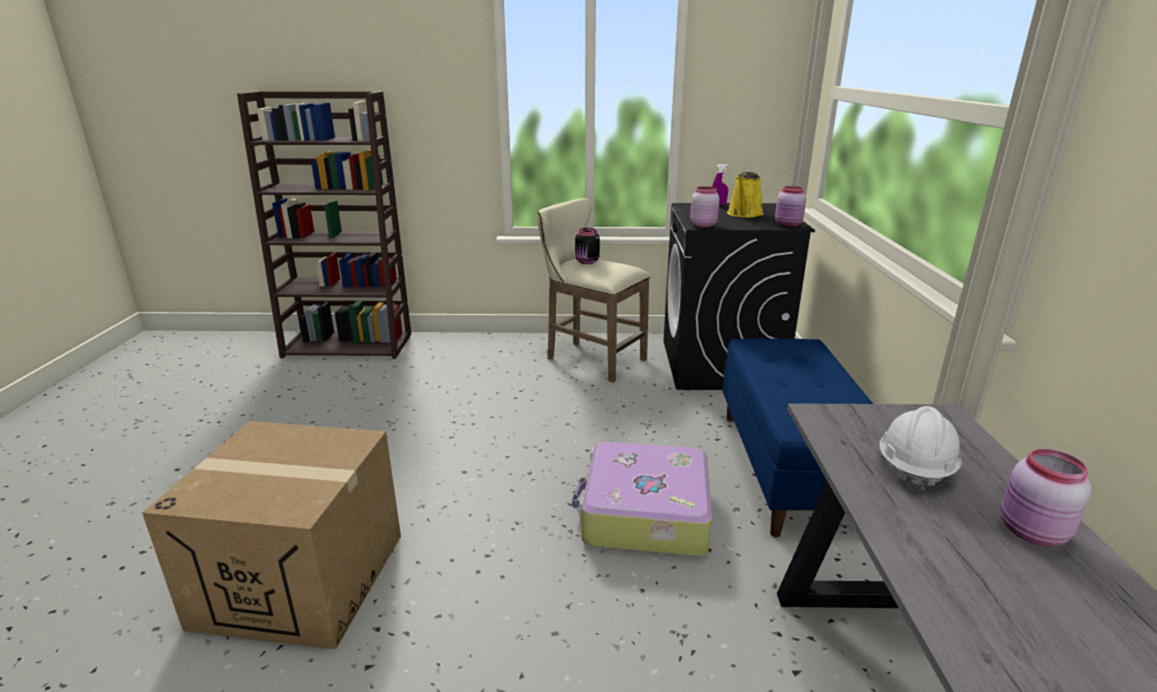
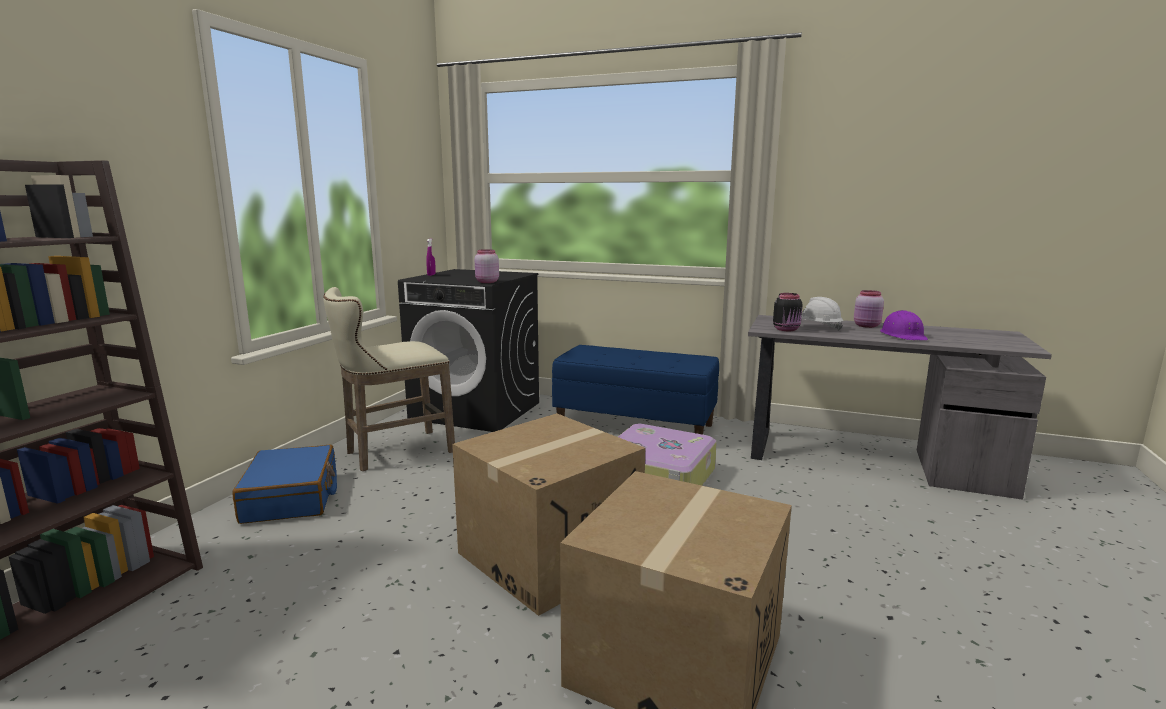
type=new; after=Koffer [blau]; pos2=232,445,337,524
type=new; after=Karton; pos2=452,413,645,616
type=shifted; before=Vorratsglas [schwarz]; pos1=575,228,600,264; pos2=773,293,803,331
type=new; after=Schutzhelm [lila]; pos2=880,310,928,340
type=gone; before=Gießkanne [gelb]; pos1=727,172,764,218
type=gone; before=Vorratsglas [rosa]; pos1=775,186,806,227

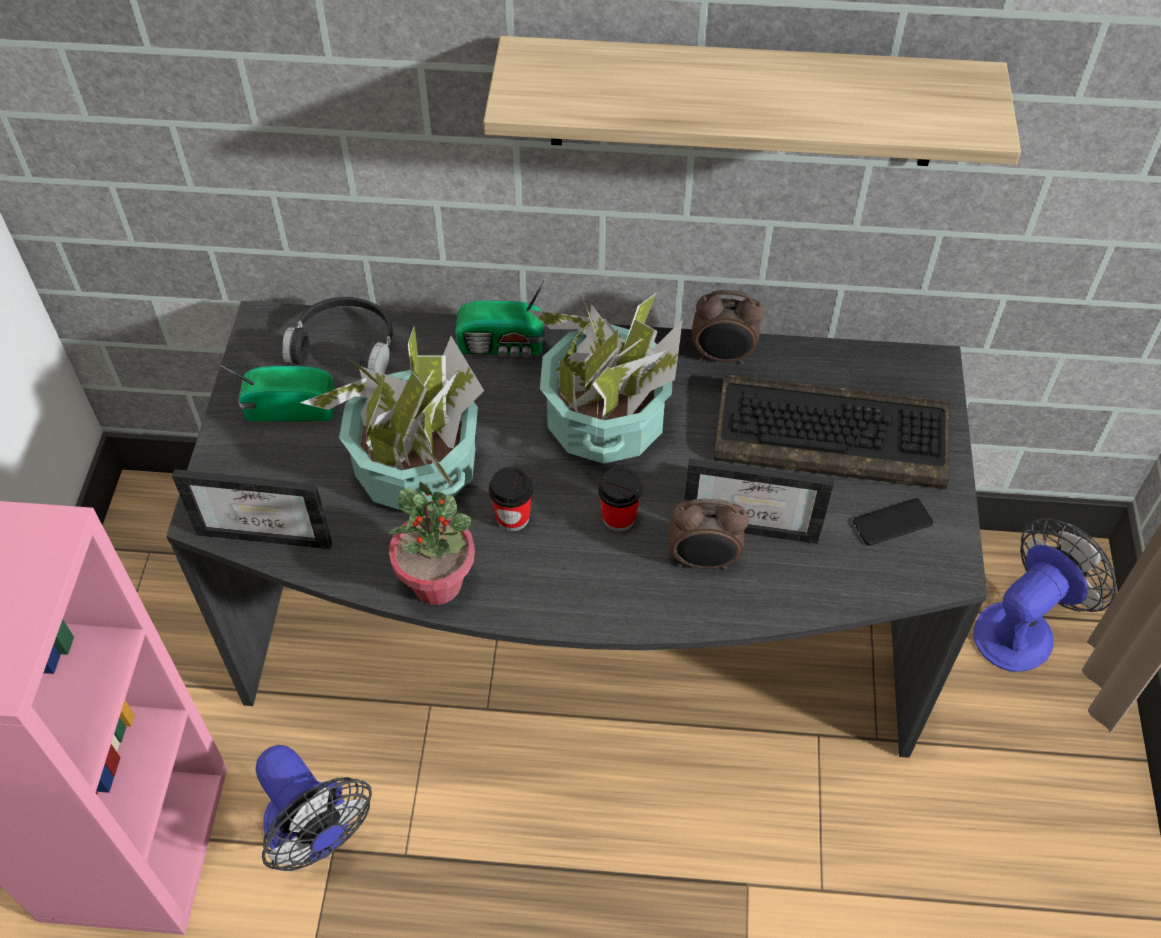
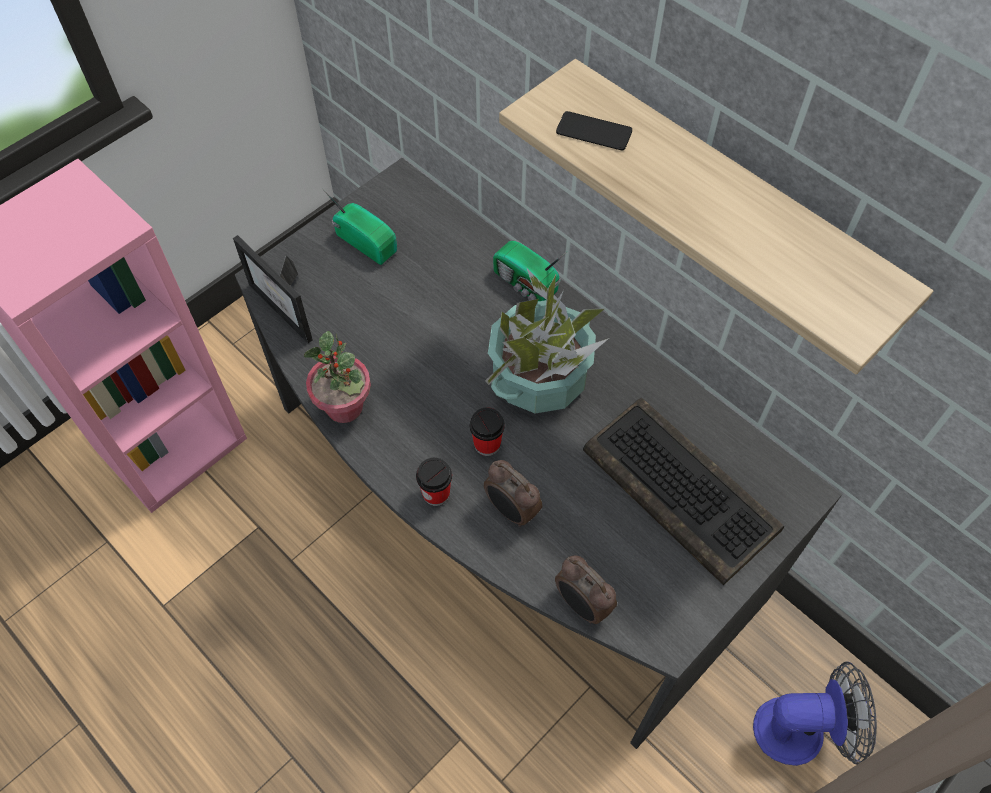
type=shifted; before=Tasse; pos1=489,467,533,531; pos2=416,458,452,506
type=shifted; before=Wecker; pos1=692,290,764,364; pos2=555,555,617,624
type=shifted; before=Handy; pos1=853,498,933,545; pos2=556,111,632,150
type=gone; before=Ventilator; pos1=255,745,372,871
type=gone; before=Kopfhörer [schwarz]; pos1=282,297,393,374
type=gone; before=Topfpflanze; pos1=300,324,484,511
type=gone; before=Bilderrahmen; pos1=684,458,834,544

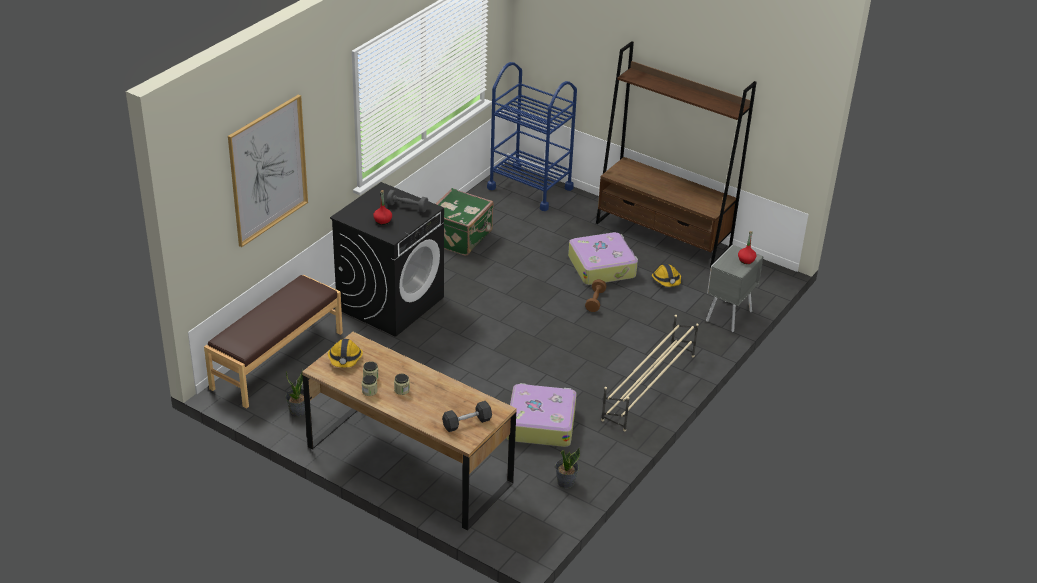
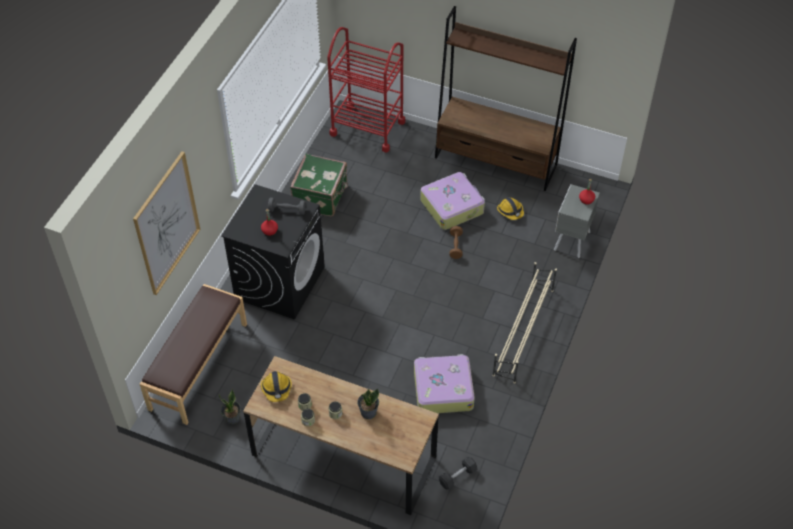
type=repainted; before=Rollwagen [blau]; after=Rollwagen [rot]; pos1=487,62,577,211; pos2=327,27,405,152
type=shifted; before=Topfpflanze; pos1=555,448,580,489; pos2=357,389,379,419
type=shifted; before=Hantel [grau]; pos1=442,401,492,432; pos2=439,457,477,489

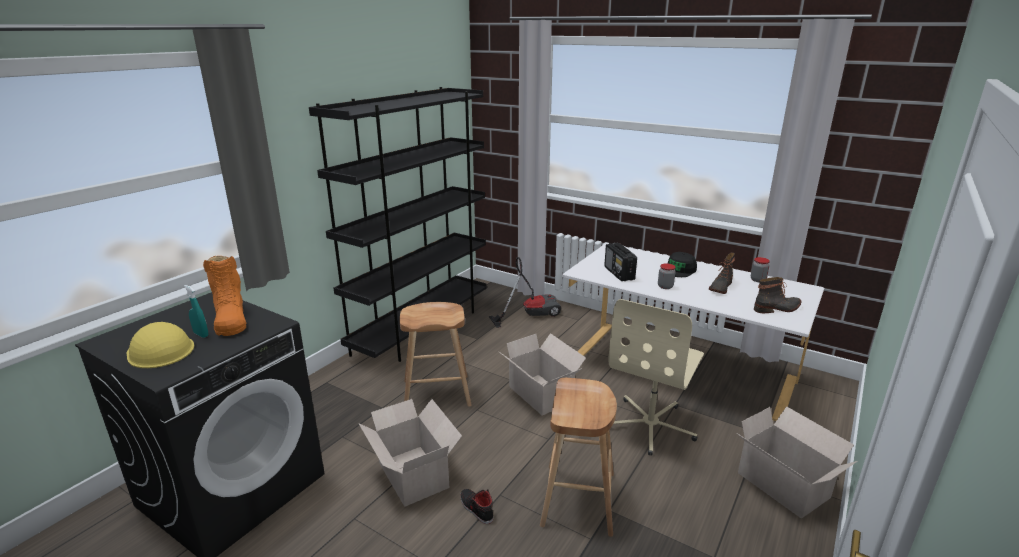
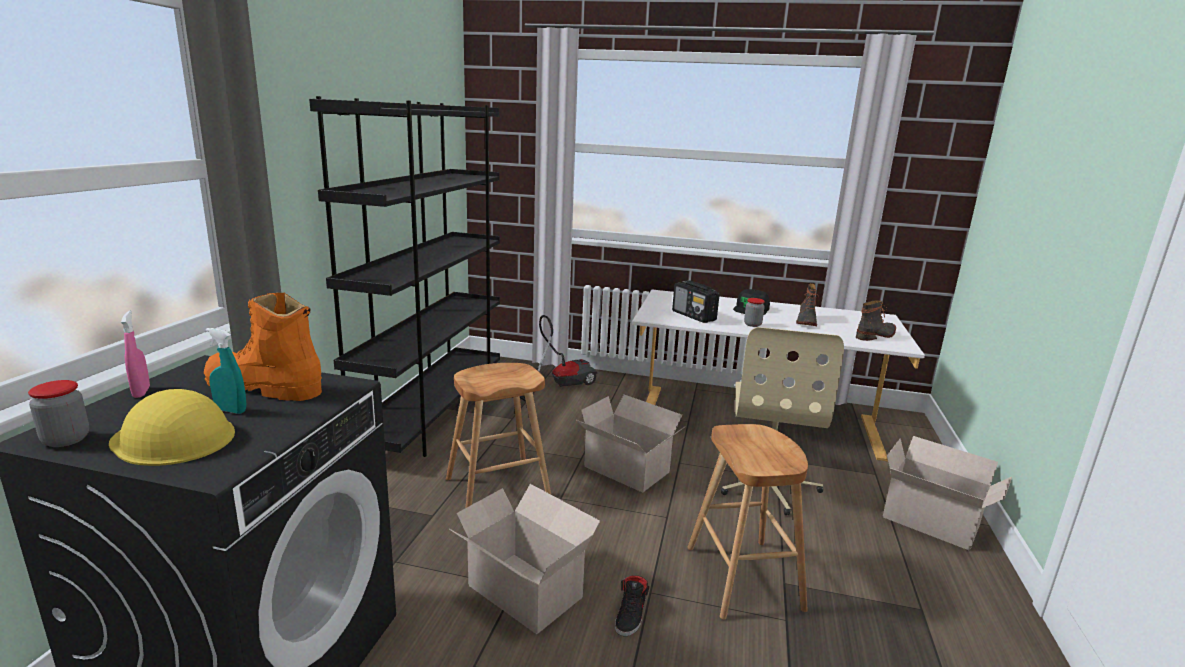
type=shifted; before=Vorratsglas; pos1=751,257,770,282; pos2=28,380,89,447
type=new; after=Sprühflasche [rosa]; pos2=121,311,150,398
type=rotated; before=Stiefel [orange]; pos1=203,256,247,336; pos2=204,293,322,401; turn=150
type=rotated; before=Schuh [schwarz]; pos1=460,489,494,524; pos2=615,575,649,636; turn=-105

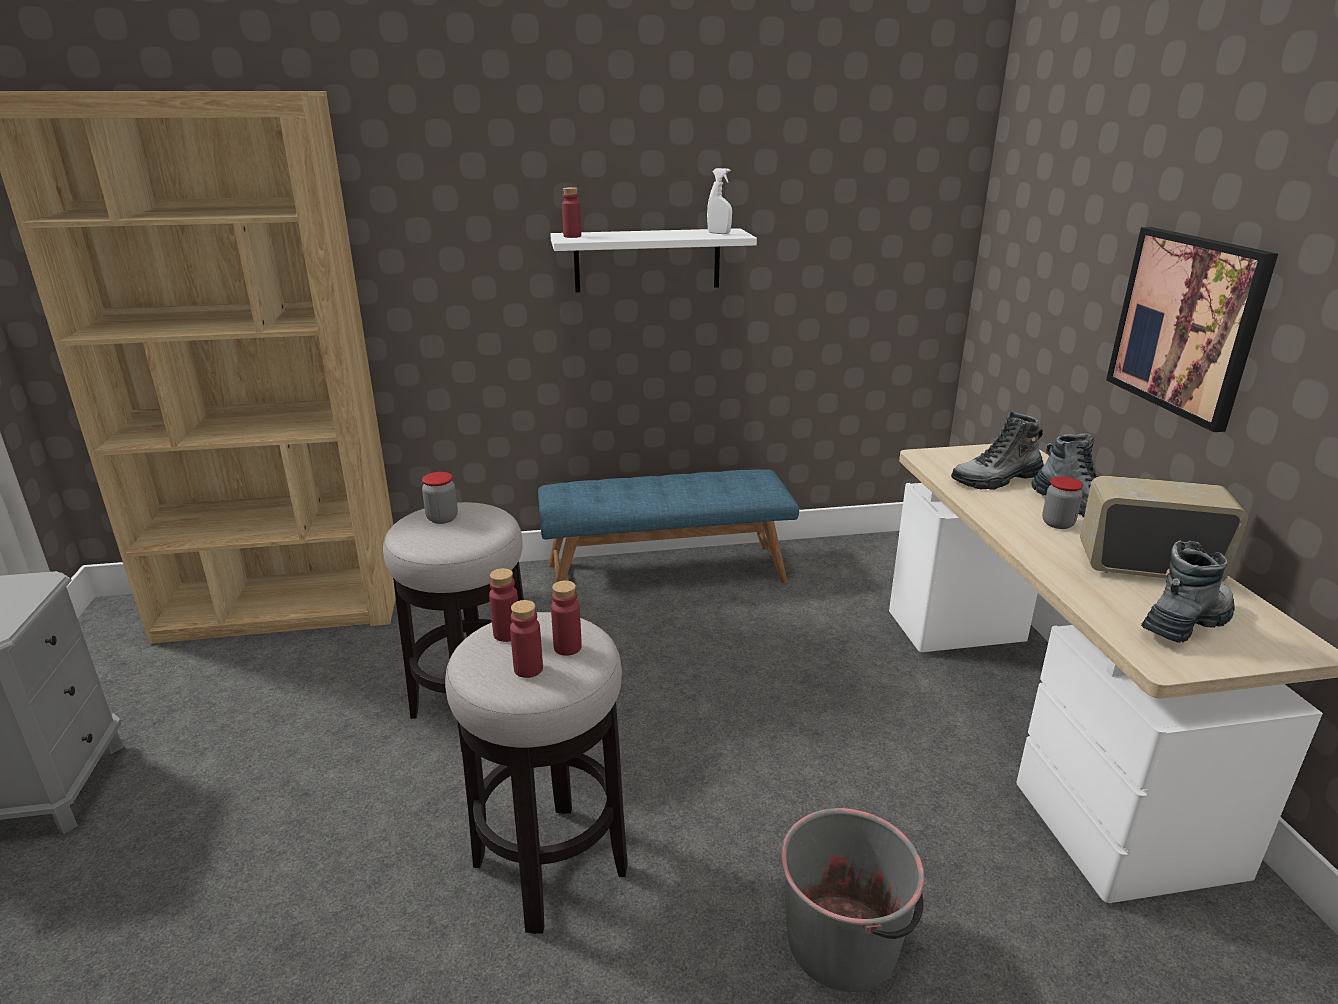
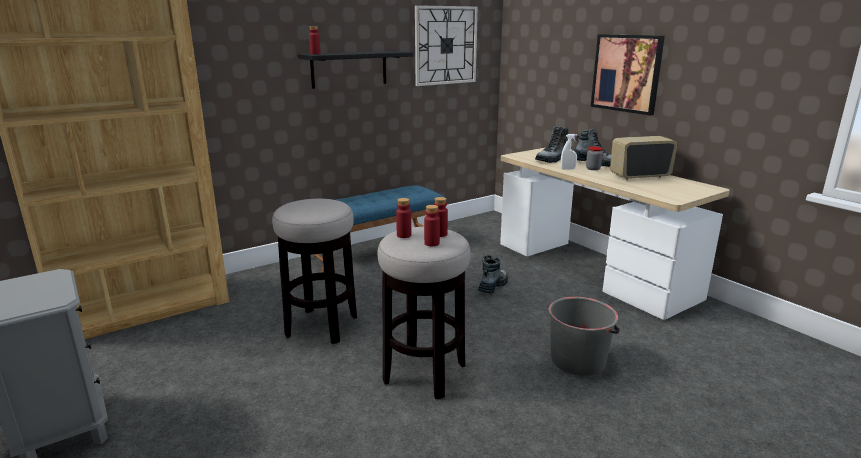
type=repainted; before=Wandregal [weiß]; after=Wandregal [schwarz]; pos1=550,228,757,292; pos2=297,51,413,89
type=new; after=Wanduhr; pos2=415,5,478,86
type=shifted; before=Stiefel; pos1=1141,541,1234,642; pos2=478,255,508,294
type=shifted; before=Sprühflasche [weiß]; pos1=707,168,732,234; pos2=561,134,577,170
type=gone; before=Vorratsglas; pos1=422,472,458,524

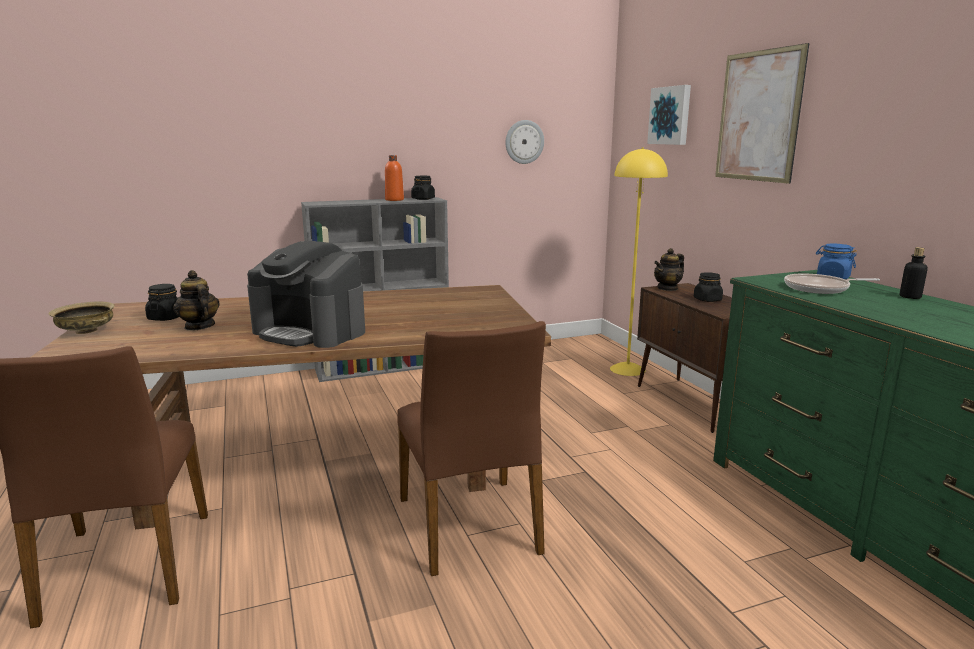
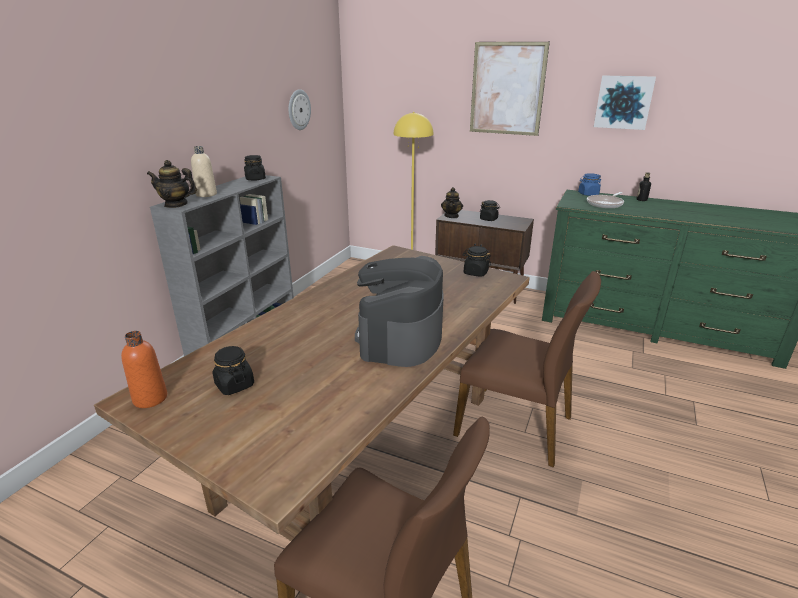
type=shifted; before=Flasche [orange]; pos1=385,155,404,201; pos2=121,331,167,408
type=shifted; before=Teekanne; pos1=173,270,220,331; pos2=147,160,197,208
type=new; after=Flasche [beige]; pos2=191,146,217,197
type=rotated; before=Kaffeemaschine; pos1=247,241,365,348; pos2=355,256,444,367; turn=120
type=new; after=Vorratsglas [schwarz]; pos2=462,246,491,277
type=shifted; before=Bild; pos1=647,85,691,145; pos2=594,76,656,130
type=gone; before=Schüssel [beige]; pos1=49,301,115,334

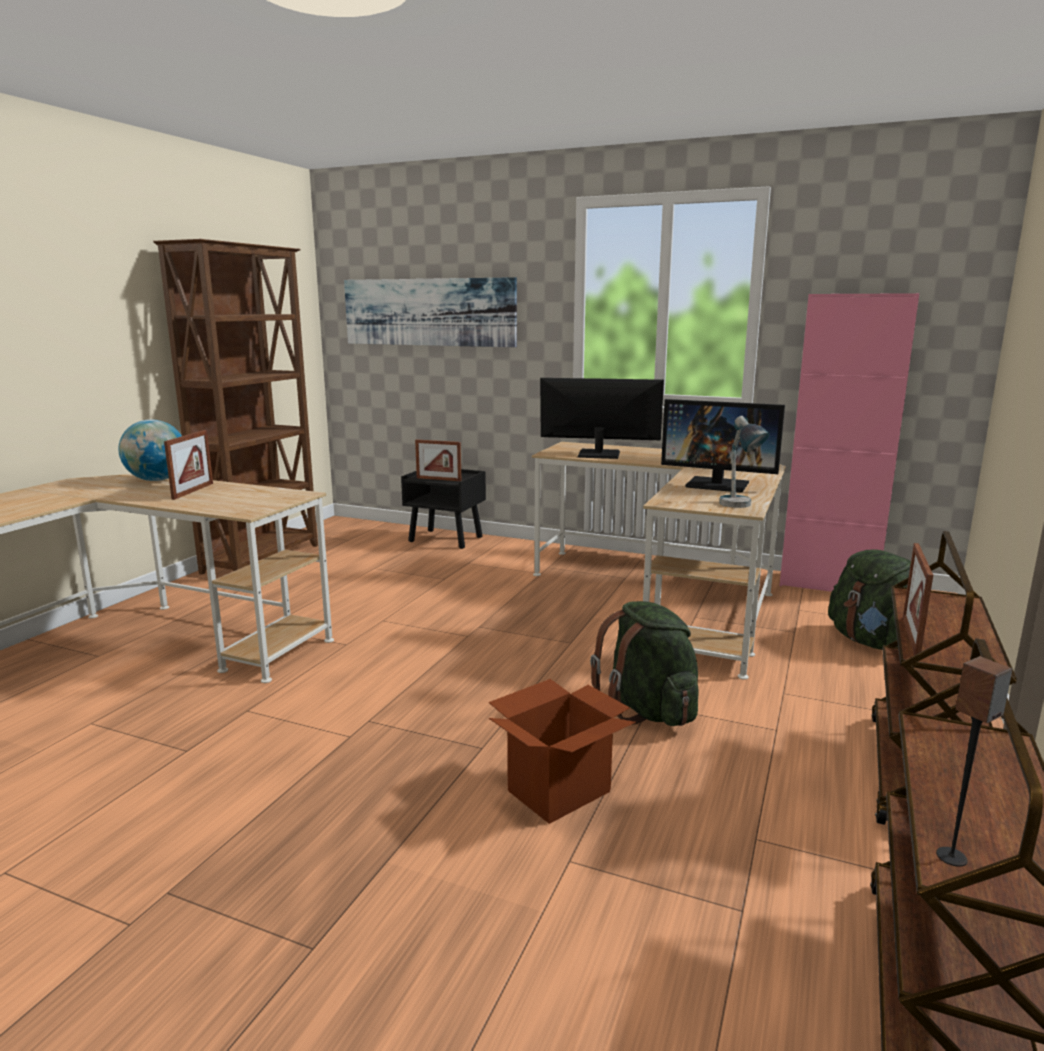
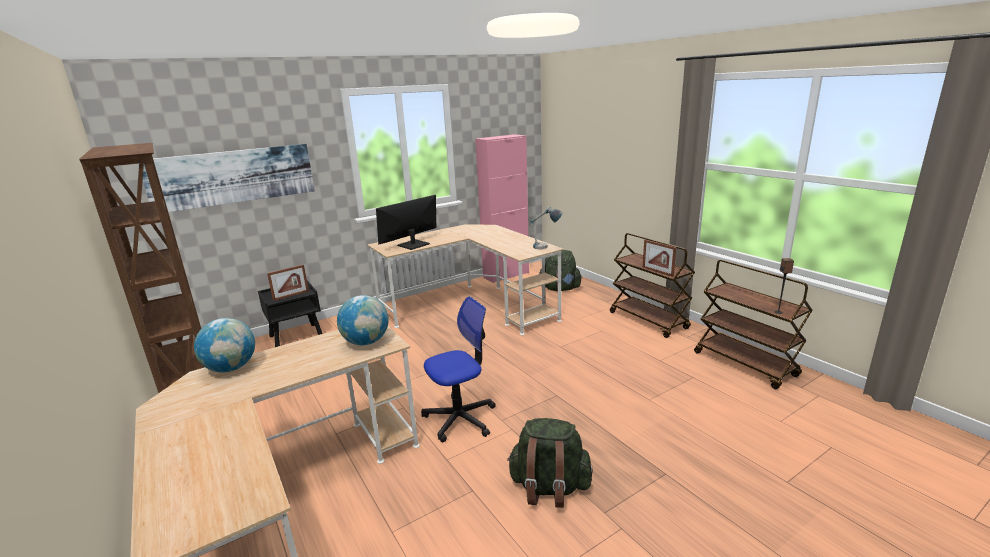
type=new; after=Globus; pos2=337,295,389,345
type=new; after=Bürostuhl; pos2=421,296,496,442
type=shifted; before=Rucksack [grün]; pos1=590,601,699,726; pos2=507,418,593,508
type=gone; before=Bilderrahmen; pos1=164,430,213,500
type=gone; before=Karton; pos1=489,679,636,824
type=gone; before=Monitor; pos1=661,399,785,492

